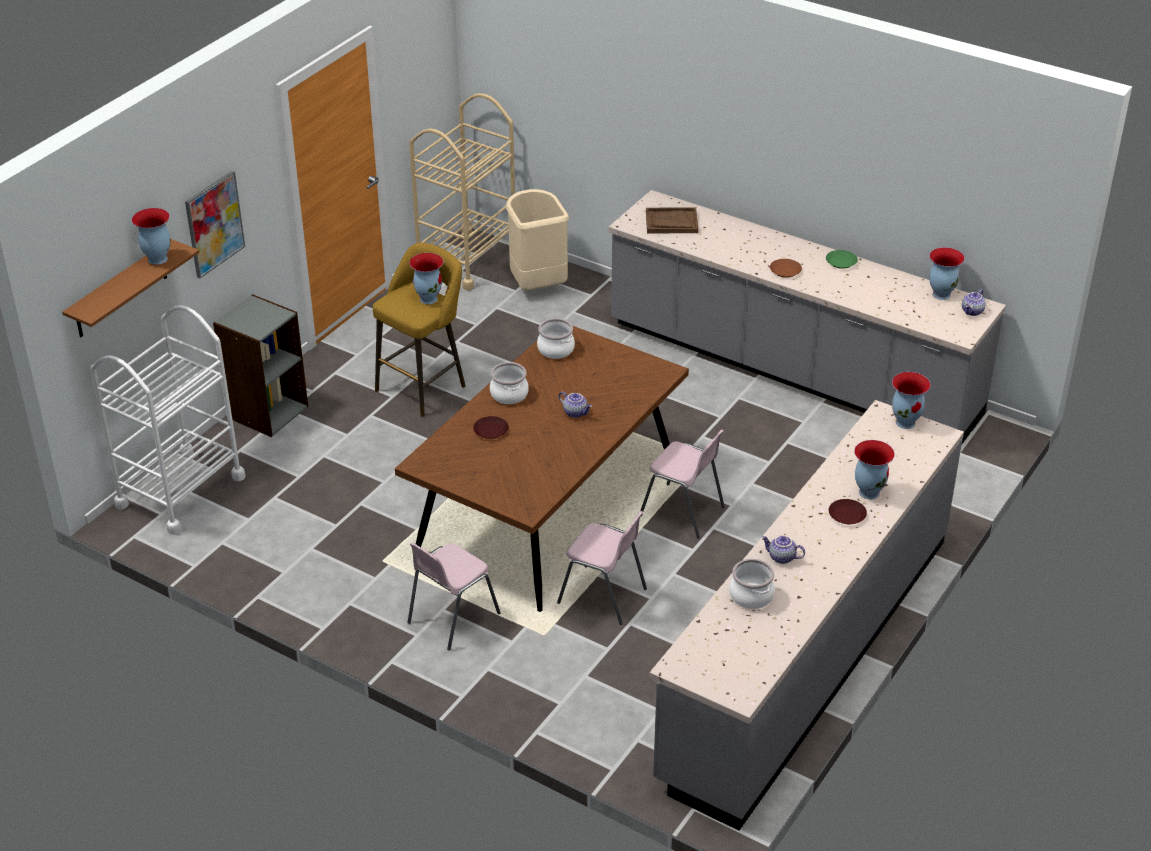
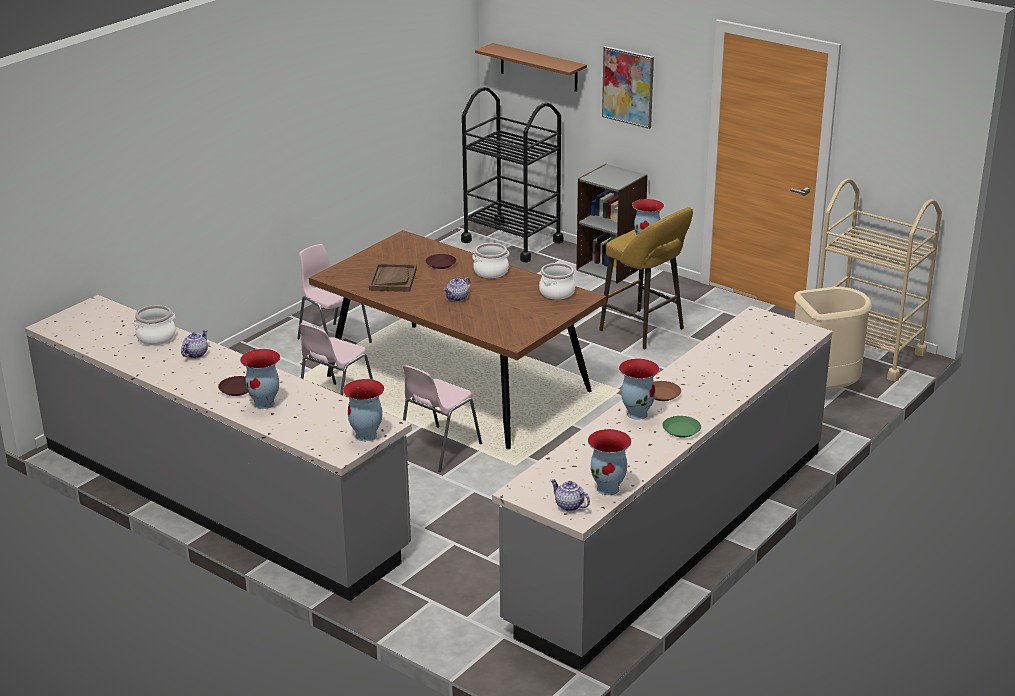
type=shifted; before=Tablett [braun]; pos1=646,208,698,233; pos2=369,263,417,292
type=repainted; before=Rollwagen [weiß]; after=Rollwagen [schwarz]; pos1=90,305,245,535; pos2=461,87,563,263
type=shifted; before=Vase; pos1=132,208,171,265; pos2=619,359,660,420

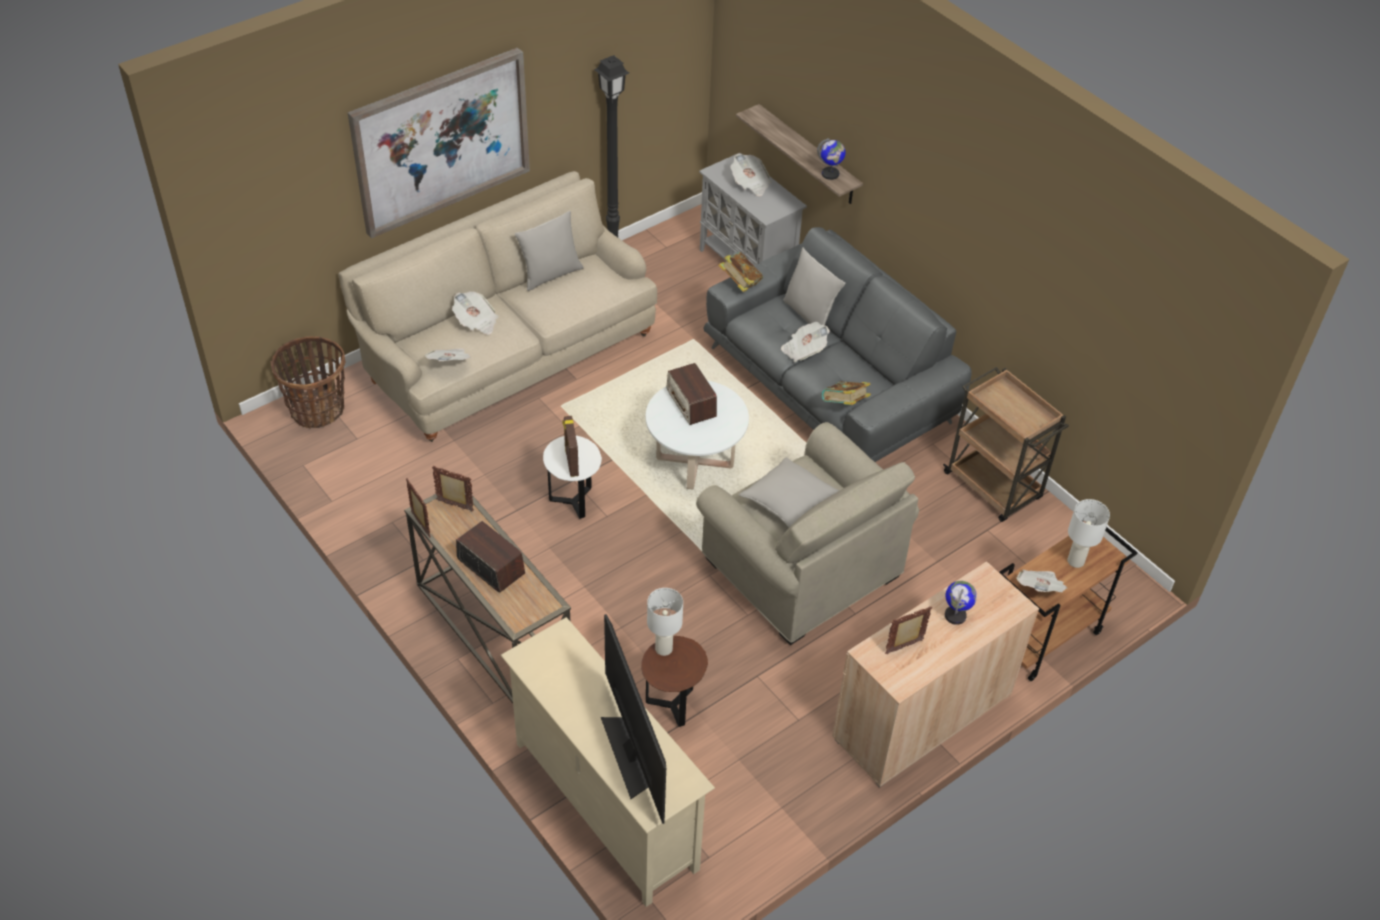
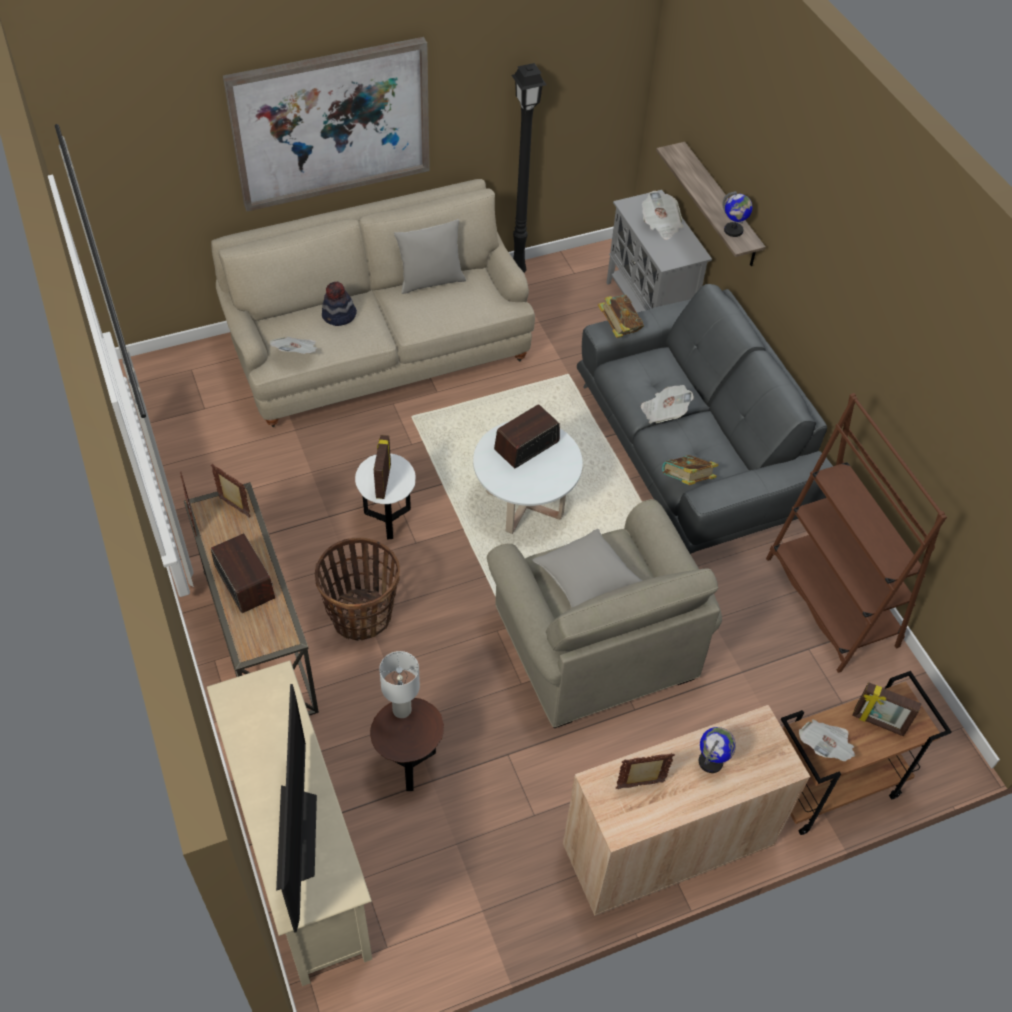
type=shifted; before=Korb; pos1=271,336,346,429; pos2=315,538,400,641
type=swapped; before=Zeitung; after=Hut; pos1=452,291,498,335; pos2=322,282,357,326
type=rotated; before=Radio; pos1=667,363,717,425; pos2=494,404,560,468; turn=60
type=swapped; before=Rollwagen [braun]; after=Bücherregal [braun]; pos1=943,367,1069,522; pos2=766,393,947,673
type=swapped; before=Tischlampe [weiß]; after=Bilderrahmen; pos1=1067,499,1110,568; pos2=852,682,921,736
type=gone; before=Kissen [grau]; pos1=783,247,845,325

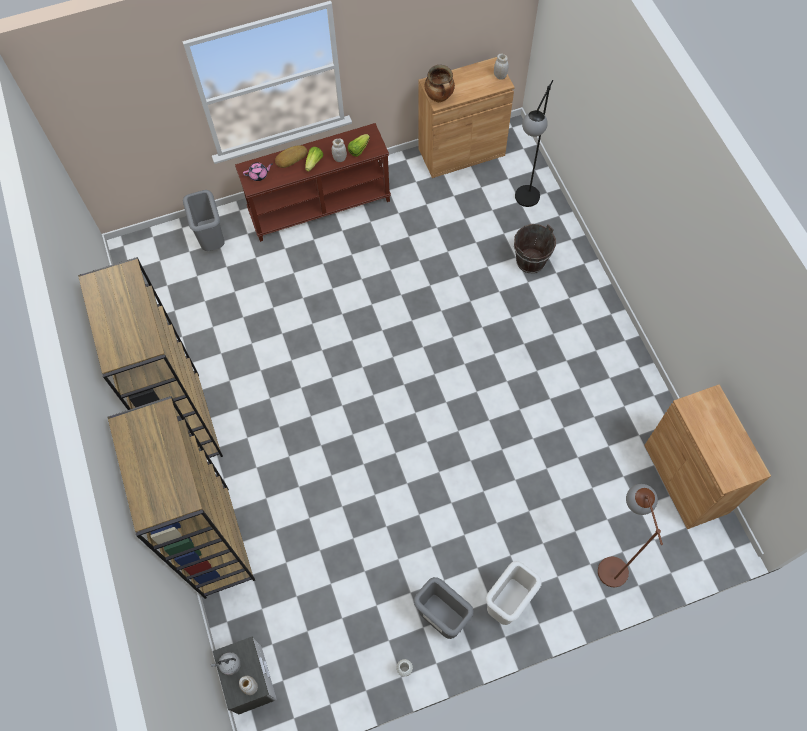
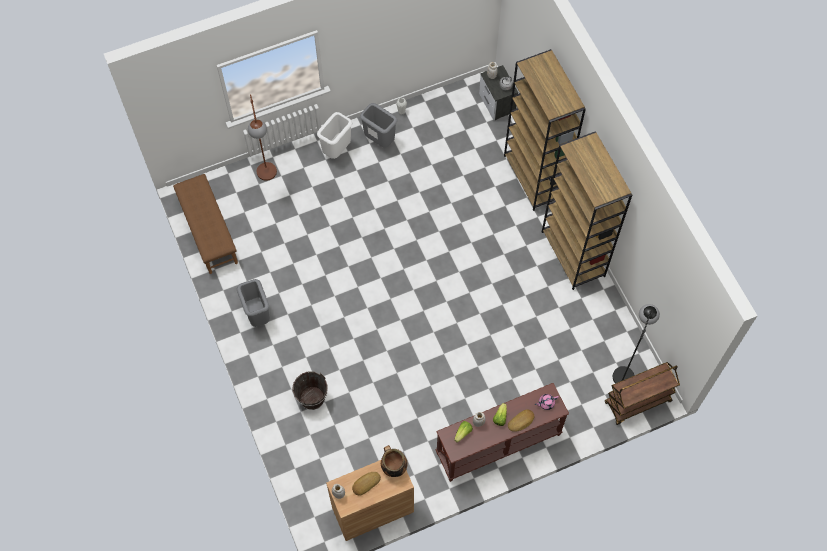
type=swapped; before=Schrank [braun]; after=Bank [braun]; pos1=644,384,771,529; pos2=173,174,238,274
type=shifted; before=Mülleimer [grau]; pos1=183,190,225,251; pos2=237,279,270,327
type=new; after=Brot; pos2=352,472,381,496
type=new; after=Rollwagen [braun]; pos2=604,362,680,425
type=shifted; before=Stehlampe [schwarz]; pos1=515,80,553,207; pos2=613,304,660,384

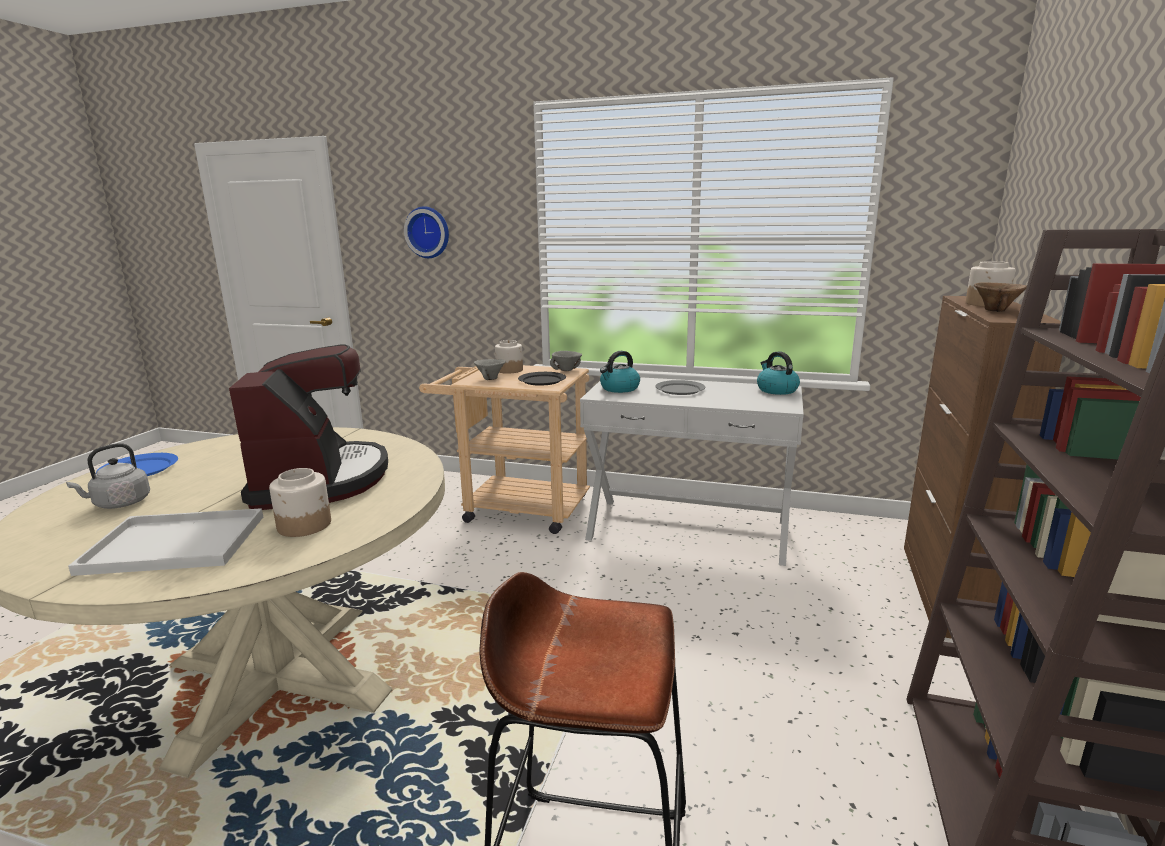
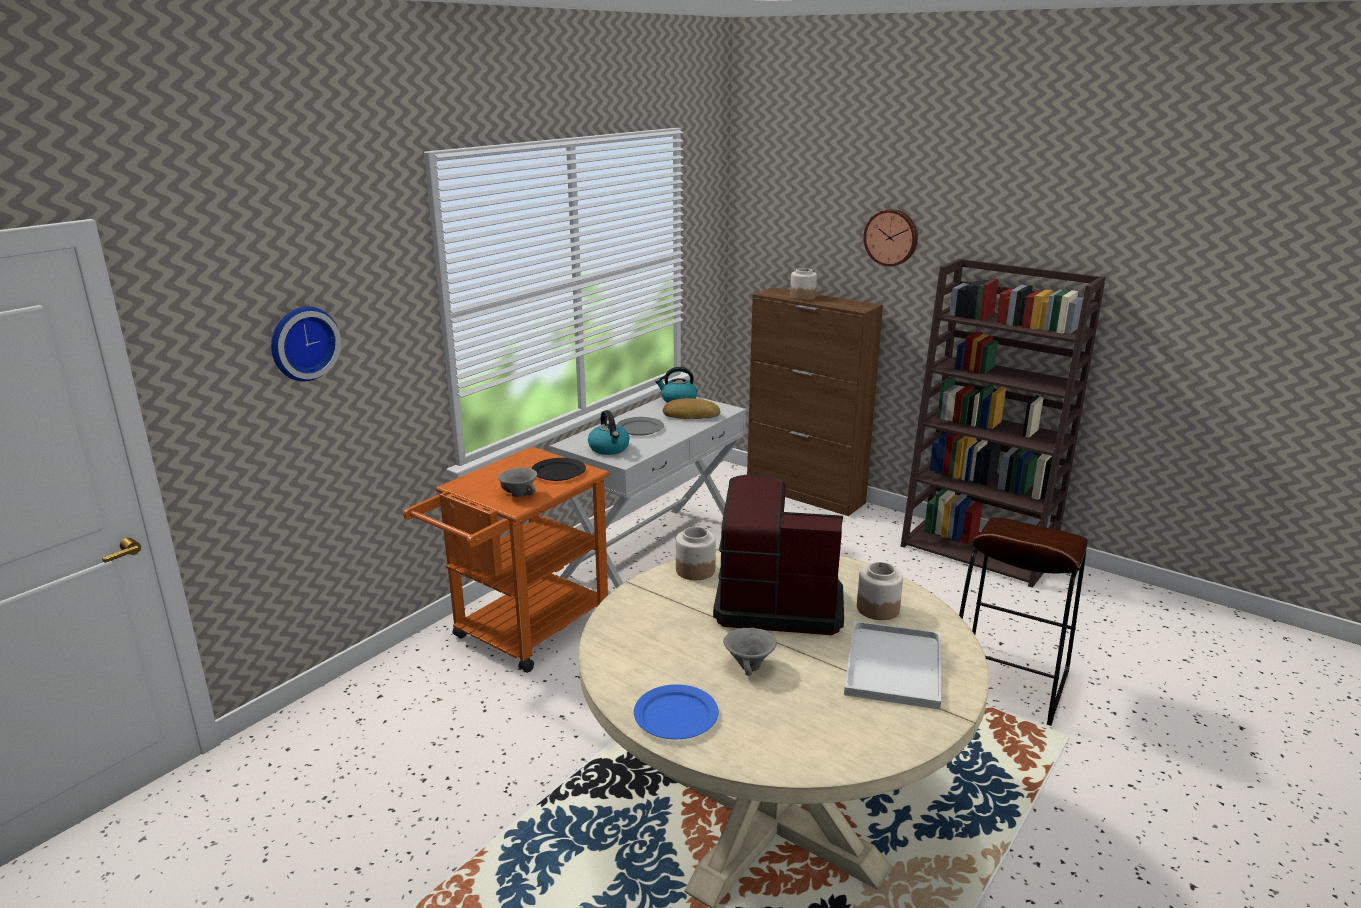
type=repainted; before=Rollwagen [beige]; after=Rollwagen [orange]; pos1=419,365,590,534; pos2=403,447,610,673
type=new; after=Brot; pos2=663,398,720,419
type=shifted; before=Vorratsglas; pos1=495,340,523,374; pos2=676,527,716,580
type=shifted; before=Schüssel [grau]; pos1=550,351,582,371; pos2=723,628,777,676
type=new; after=Wanduhr; pos2=863,209,918,267
type=gone; before=Wasserkessel [grau]; pos1=66,443,150,509
type=gone; before=Schüssel [braun]; pos1=974,282,1027,312

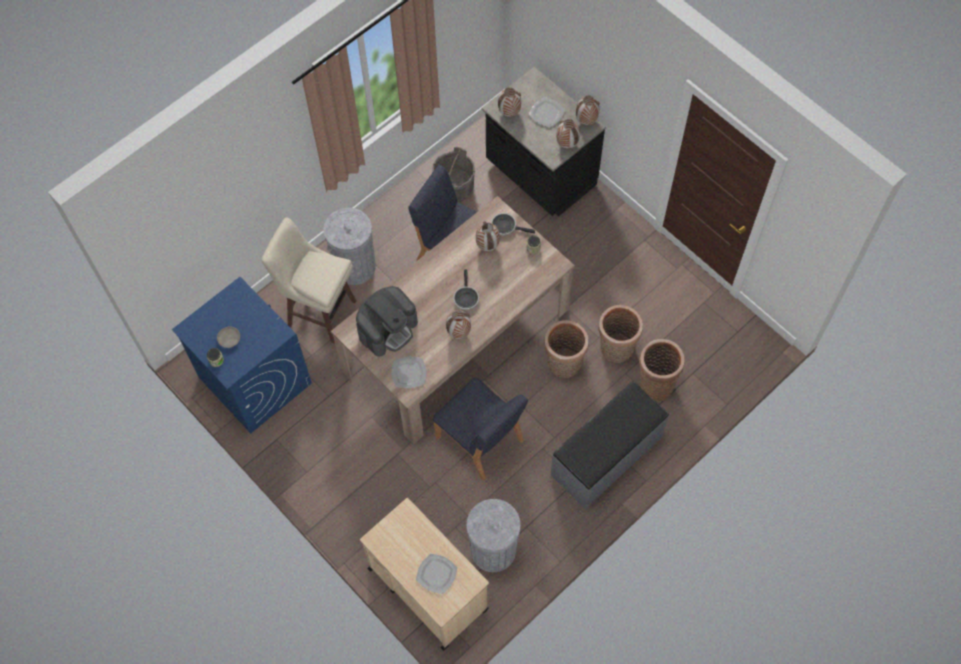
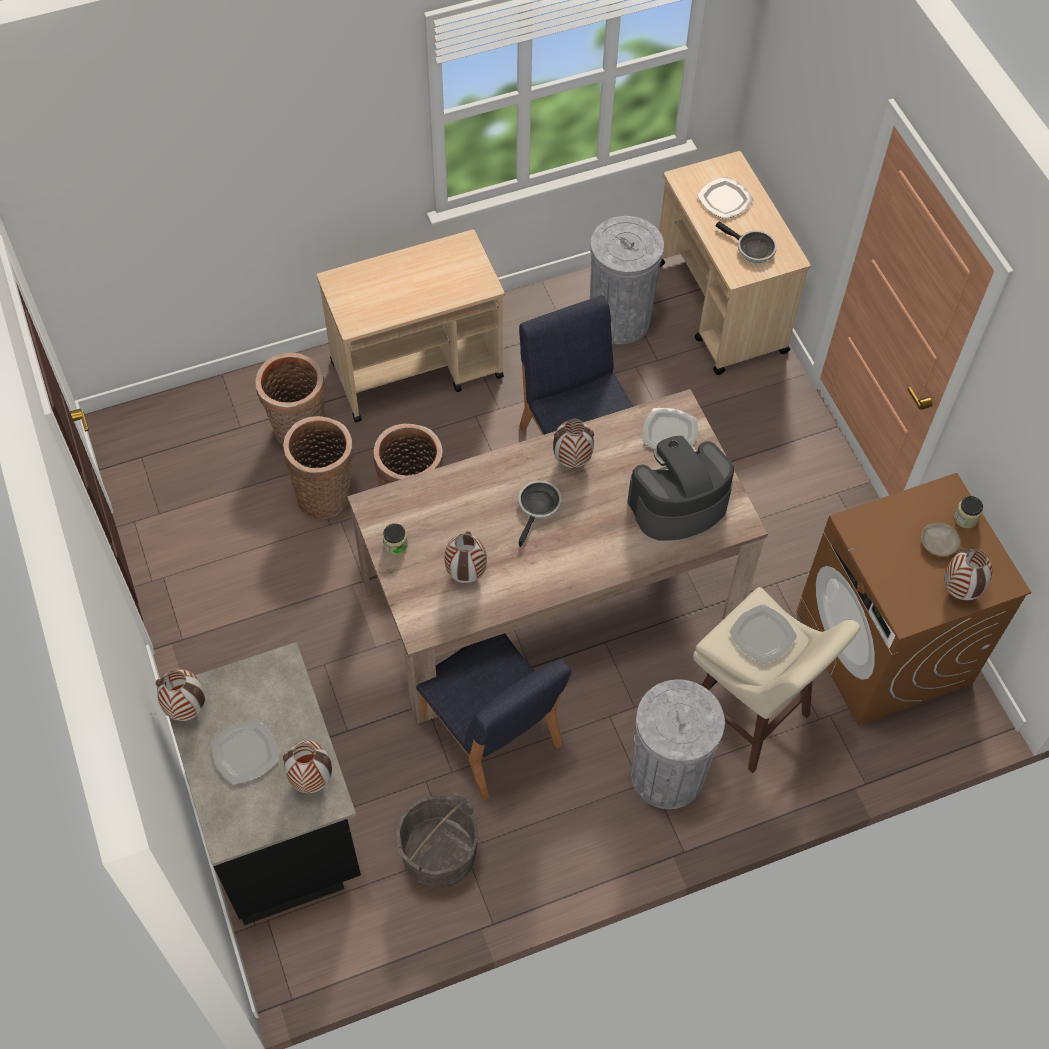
type=swapped; before=Bank [grau]; after=Rollwagen [beige]; pos1=551,381,669,509; pos2=317,230,505,422
type=shifted; before=Pfanne; pos1=491,213,535,235; pos2=716,222,777,263
type=new; after=Teller; pos2=729,604,797,664
type=repainted; before=Waschmaschine [blau]; after=Waschmaschine [braun]; pos1=172,277,312,433; pos2=796,473,1031,726
type=shifted; before=Vase; pos1=556,119,580,149; pos2=944,547,992,600

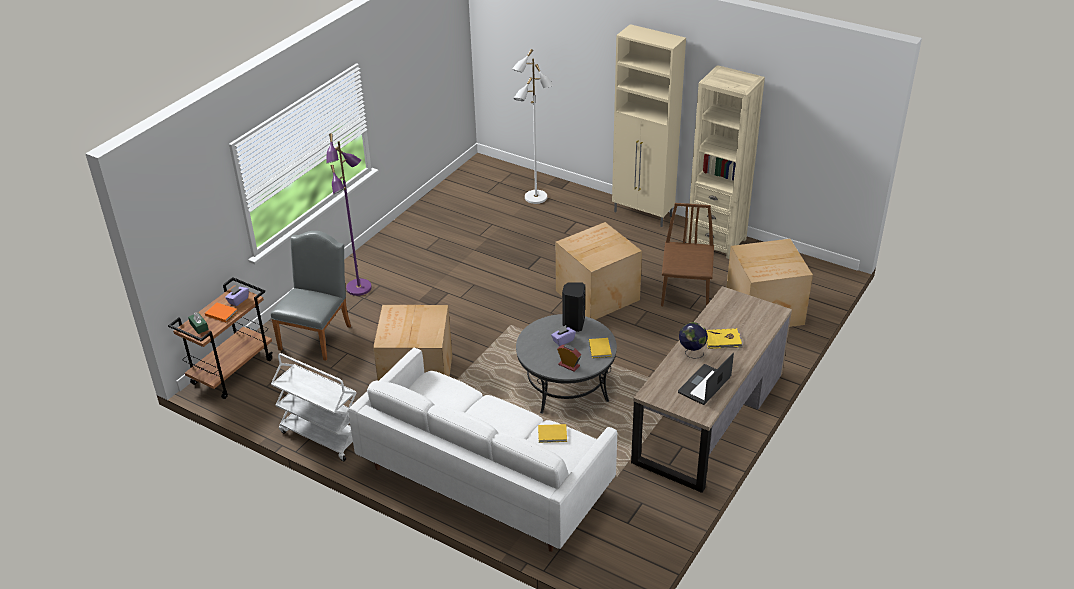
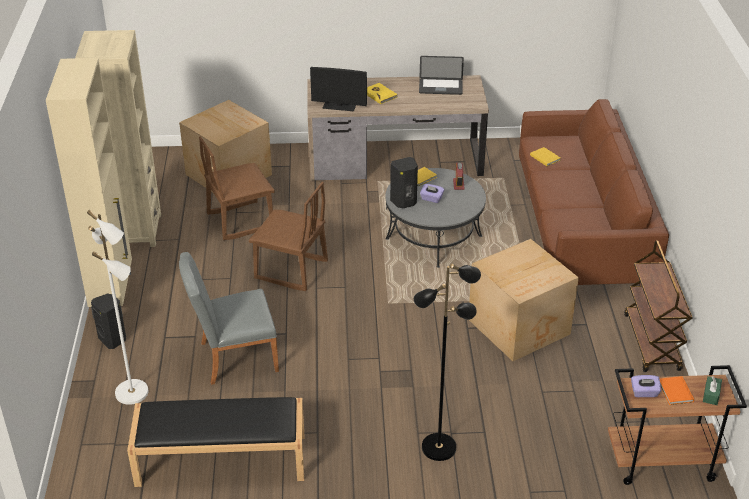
type=new; after=Lautsprecher [schwarz]; pos2=91,294,126,349
type=new; after=Bank [schwarz]; pos2=127,397,304,487
type=shifted; before=Stuhl [grau]; pos1=271,231,351,361; pos2=179,252,279,385
type=swapped; before=Karton; after=Stuhl [braun]; pos1=555,222,642,320; pos2=249,182,328,291
type=new; after=Monitor; pos2=310,67,367,112
type=repainted; before=Stehlampe [lila]; after=Stehlampe [schwarz]; pos1=326,133,372,296; pos2=414,264,481,461
type=repainted; before=Sofa [weiß]; after=Sofa [braun]; pos1=348,348,617,552; pos2=519,99,669,286
type=repainted; before=Rollwagen [weiß]; after=Rollwagen [braun]; pos1=271,353,357,461; pos2=624,240,693,372
type=gone; before=Globus; pos1=679,322,708,359

